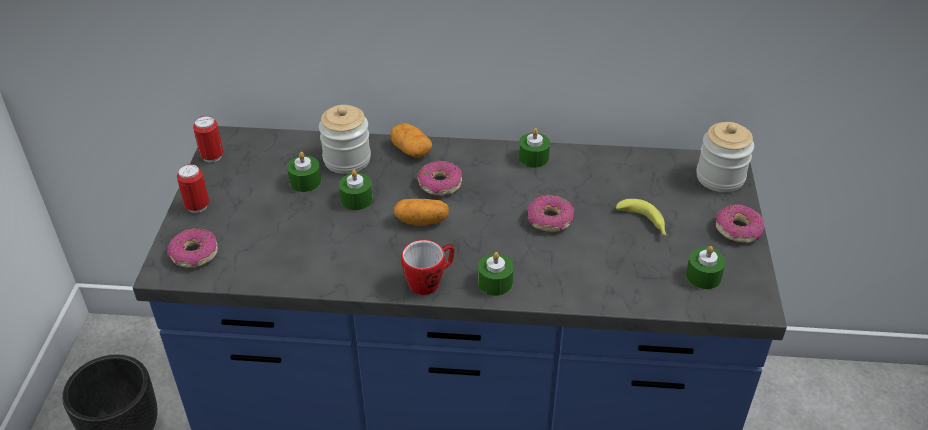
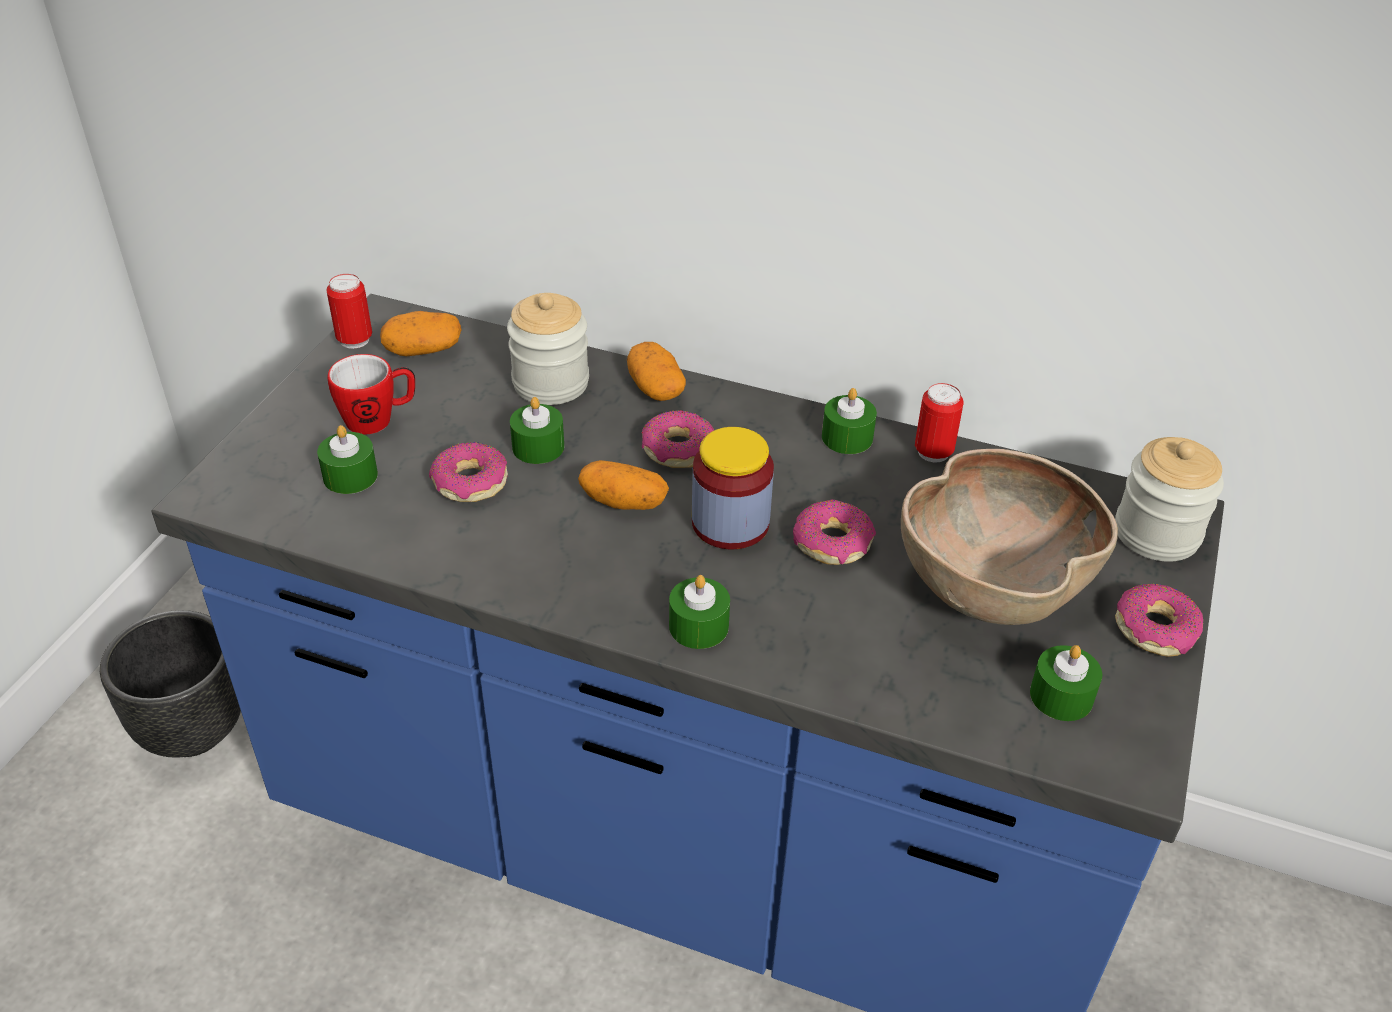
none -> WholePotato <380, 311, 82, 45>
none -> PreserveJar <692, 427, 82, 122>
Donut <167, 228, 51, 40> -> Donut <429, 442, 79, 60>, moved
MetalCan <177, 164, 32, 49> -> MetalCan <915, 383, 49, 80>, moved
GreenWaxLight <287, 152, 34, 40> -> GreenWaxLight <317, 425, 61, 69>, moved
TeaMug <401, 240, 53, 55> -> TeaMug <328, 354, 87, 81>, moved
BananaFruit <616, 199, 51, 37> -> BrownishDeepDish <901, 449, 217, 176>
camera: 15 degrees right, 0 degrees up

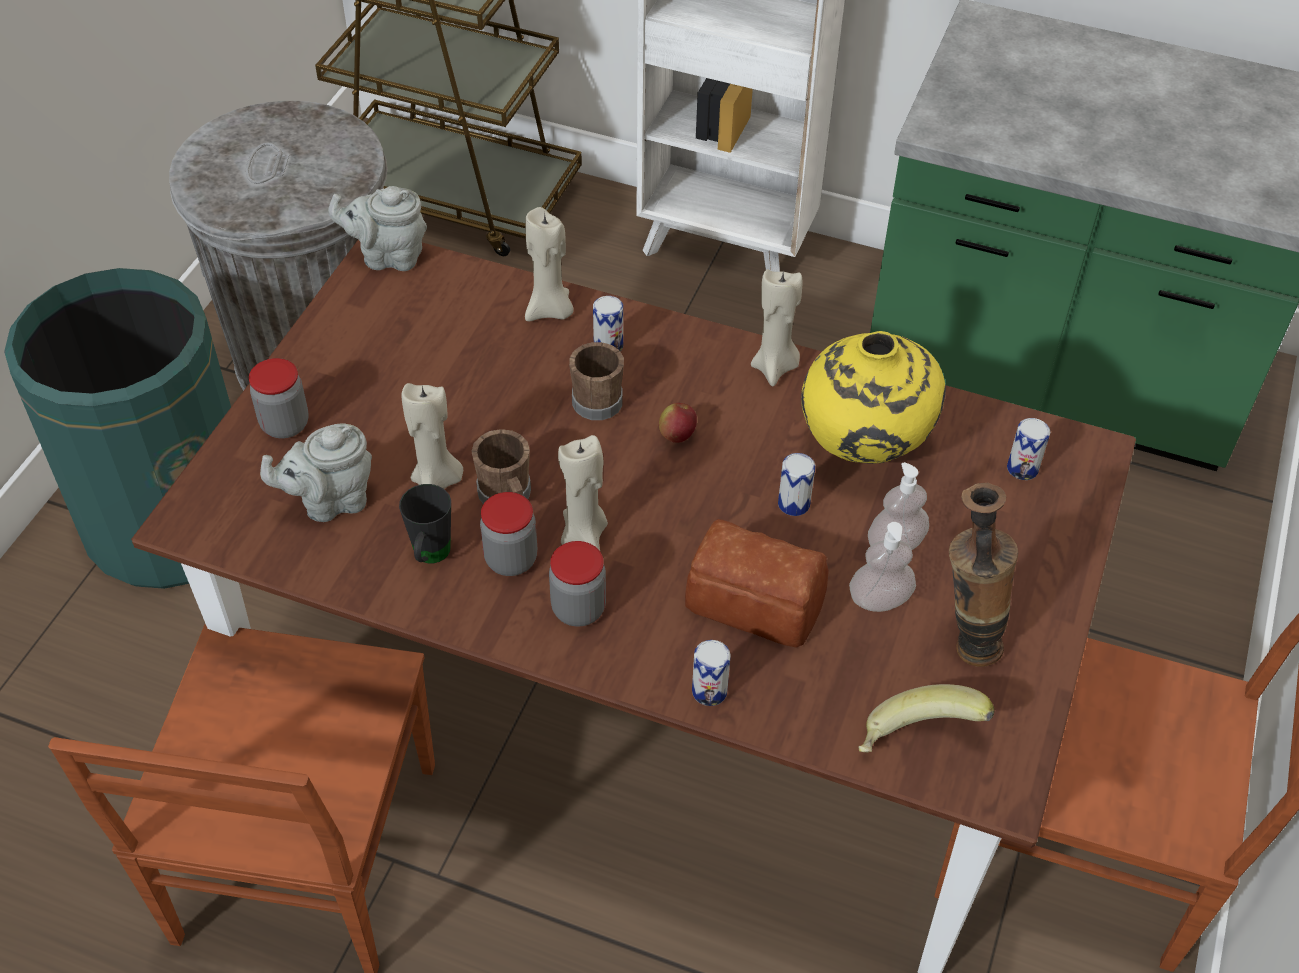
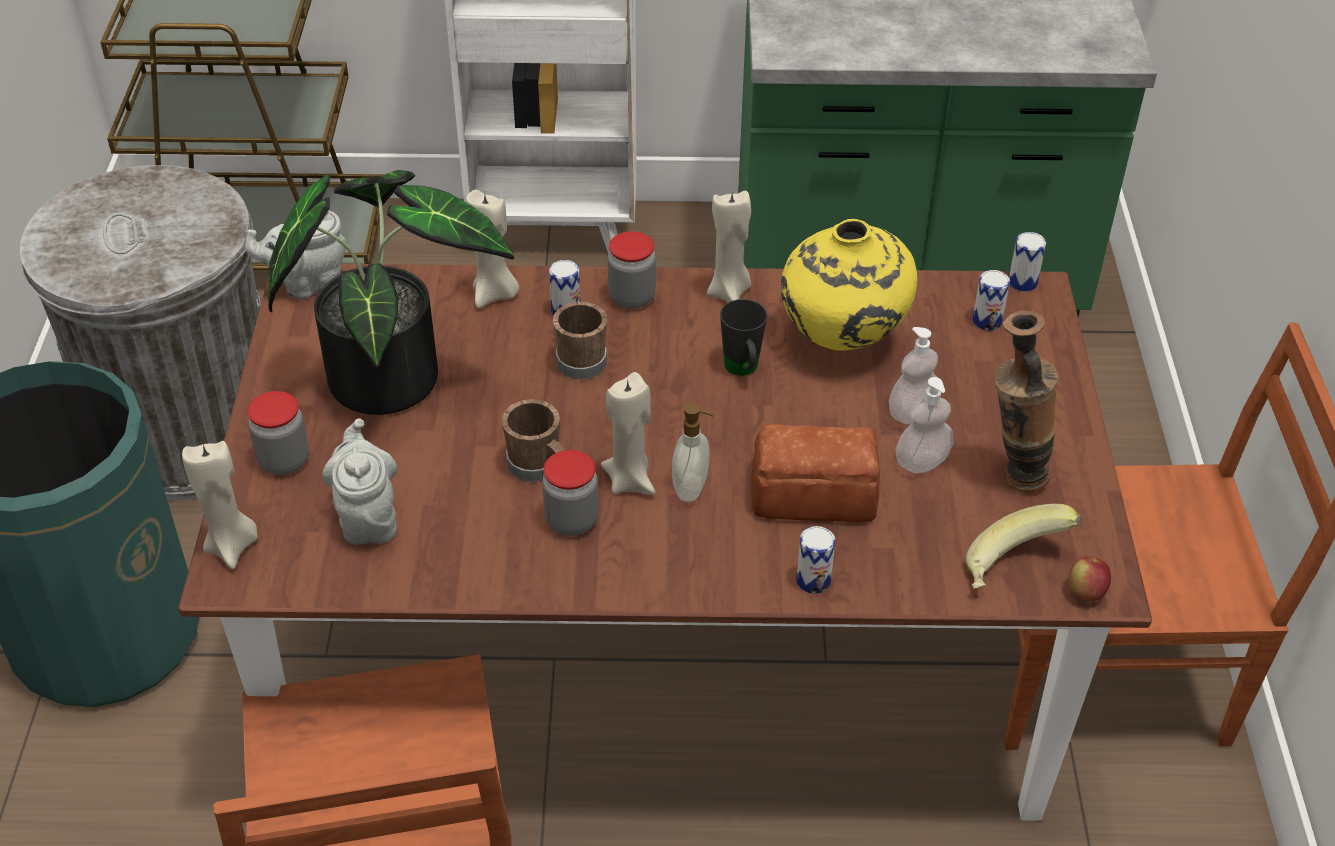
none -> PottedPlant <268, 170, 246, 245>
none -> SoapDispenser <672, 402, 42, 100>
BlackishTeaMug <399, 484, 52, 79> -> BlackishTeaMug <720, 299, 47, 77>, moved
SandColouredWaxLight <402, 383, 61, 106> -> SandColouredWaxLight <182, 441, 76, 128>, moved
PreserveJar <549, 541, 57, 85> -> PreserveJar <608, 231, 48, 78>, moved
AppleFruit <659, 403, 38, 40> -> AppleFruit <1069, 556, 42, 46>, moved
MetalCan <778, 453, 37, 63> -> MetalCan <1009, 232, 37, 60>, moved
GreyTeapot <260, 423, 112, 99> -> GreyTeapot <322, 419, 75, 126>, 120 degrees clockwise
camera: 20 degrees left, 5 degrees down

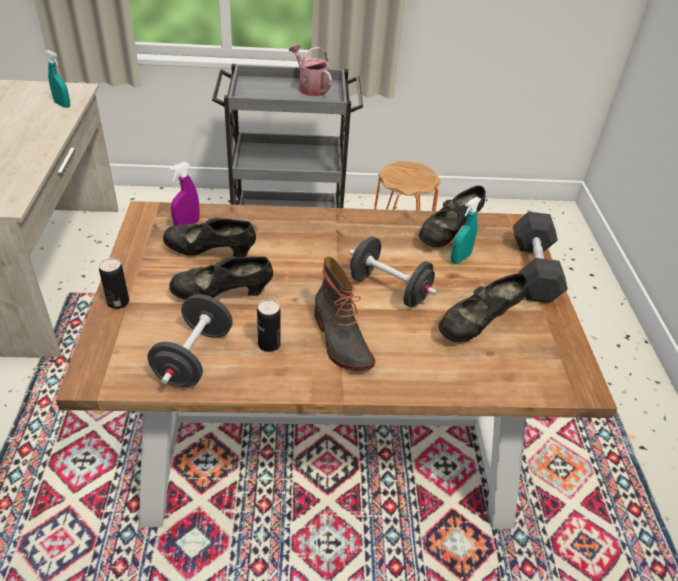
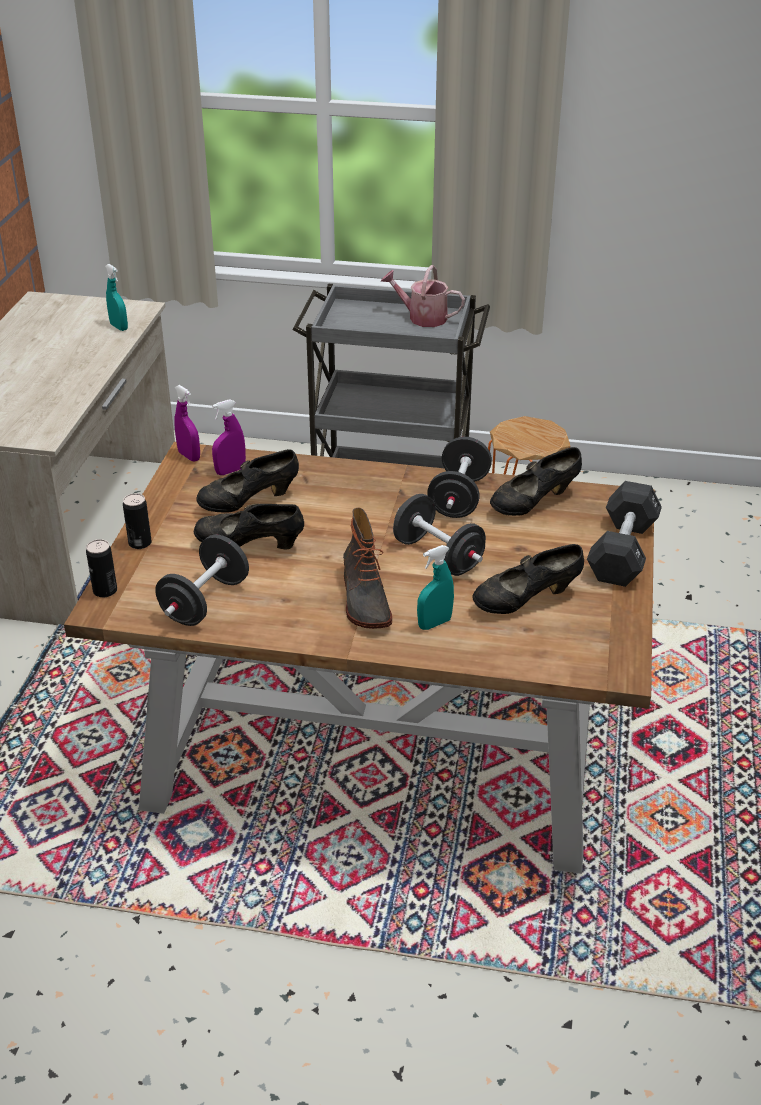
none -> PurpleColouredSprayBottle <175, 385, 25, 77>
none -> BlackishFreeWeight <427, 437, 65, 81>
MetalCan <257, 299, 24, 53> -> MetalCan <86, 539, 31, 58>, moved
TurquoiseColouredSprayBottle <451, 197, 30, 67> -> TurquoiseColouredSprayBottle <417, 545, 37, 85>, moved
BlackishShoe <163, 218, 93, 39> -> BlackishShoe <196, 449, 103, 64>, 45 degrees counterclockwise
WateringCan <289, 45, 43, 51> -> WateringCan <381, 265, 84, 62>, 45 degrees counterclockwise
camera: 15 degrees right, 5 degrees down

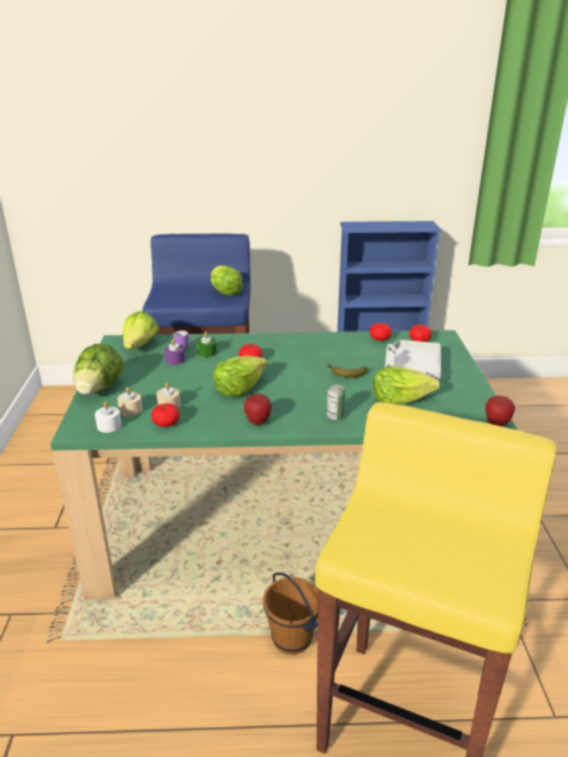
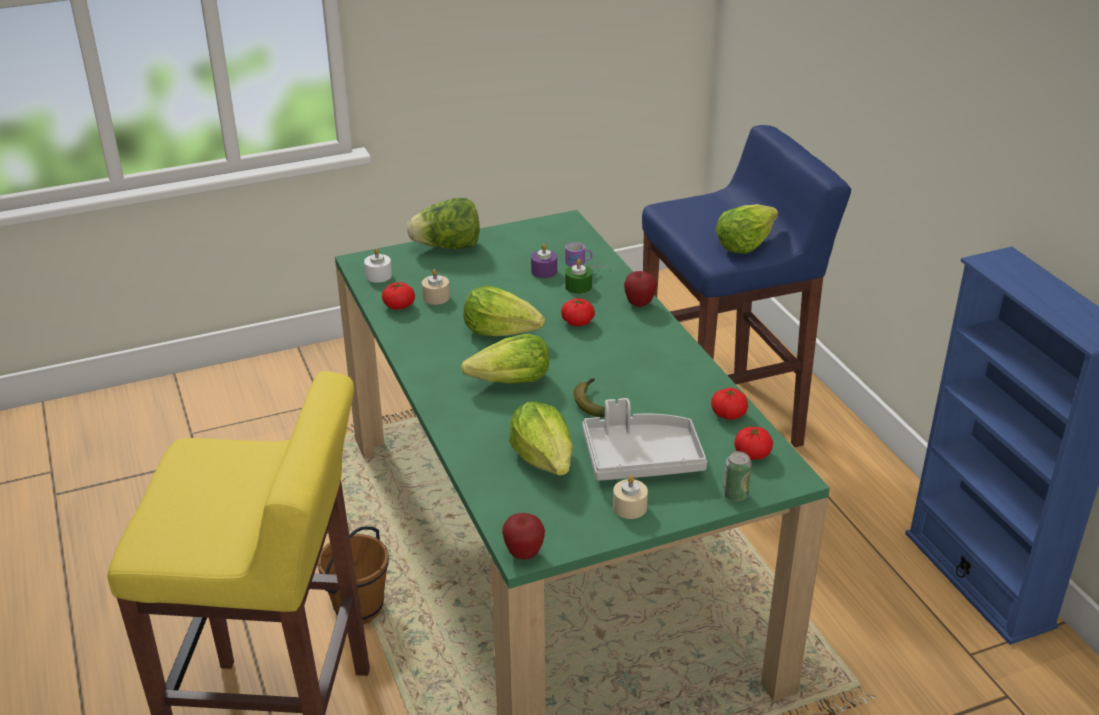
SandColouredWaxLight <117, 387, 25, 30> -> SandColouredWaxLight <613, 475, 35, 44>, moved
HeadOfLettuce <123, 311, 36, 38> -> HeadOfLettuce <461, 334, 88, 50>, moved
AppleFruit <244, 394, 28, 31> -> AppleFruit <624, 271, 33, 36>, moved
MetalCan <327, 385, 18, 35> -> MetalCan <723, 451, 29, 50>, moved
camera: 70 degrees right, 5 degrees up

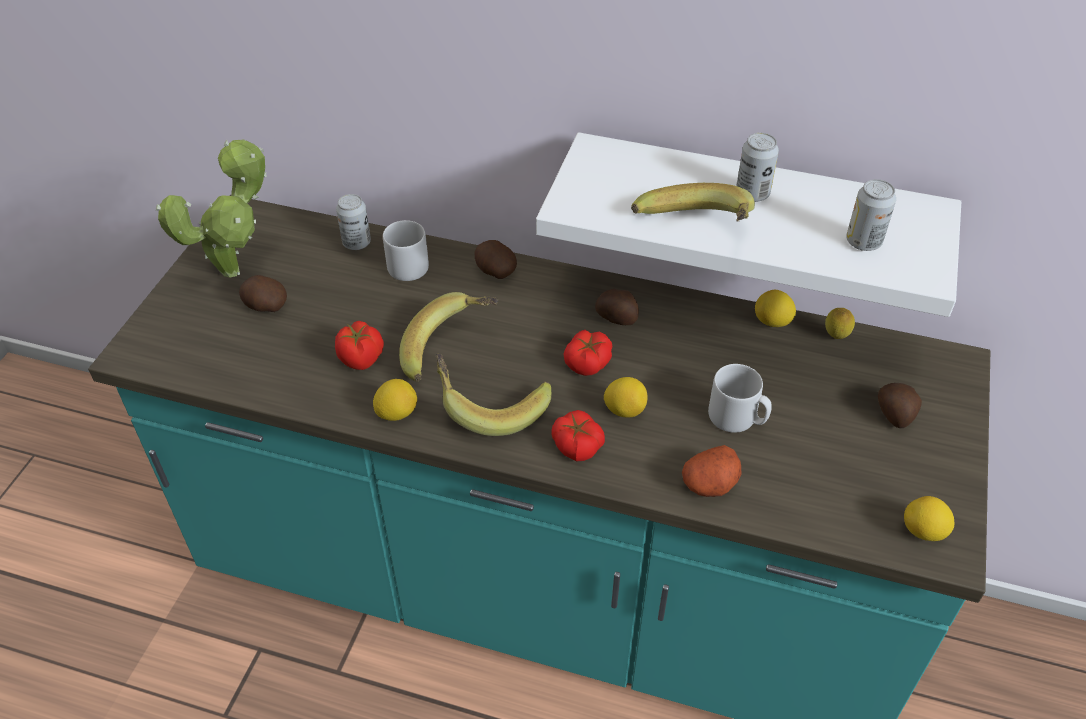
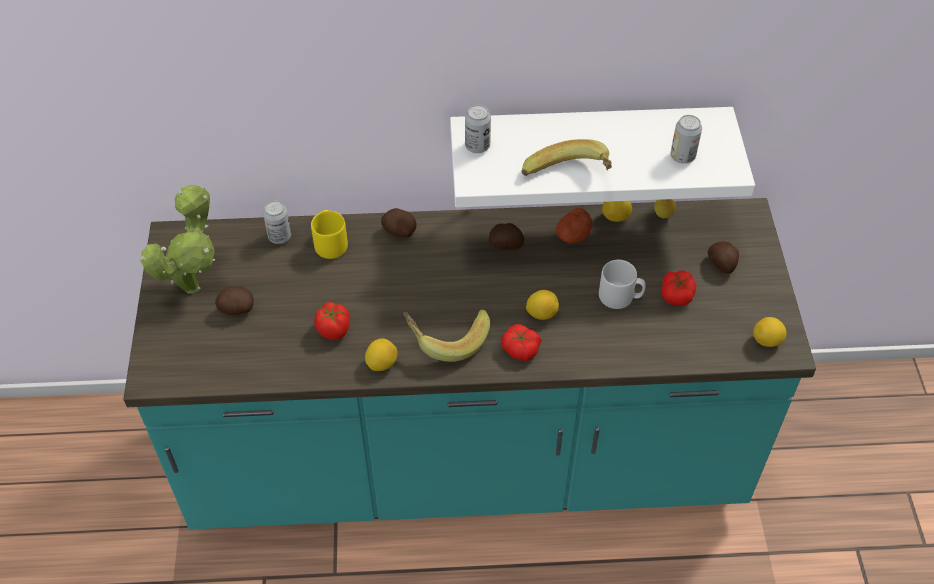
BananaFruit <399, 292, 100, 89> -> none
WholeTomato <563, 330, 50, 46> -> WholeTomato <662, 270, 34, 36>, moved
WholePotato <682, 445, 60, 52> -> WholePotato <556, 208, 37, 35>, moved
MetalCan <736, 133, 43, 69> -> MetalCan <465, 105, 26, 48>, moved
GreyTeaMug <383, 220, 46, 61> -> YellowishTeaMug <311, 210, 37, 49>
camera: 20 degrees left, 5 degrees up

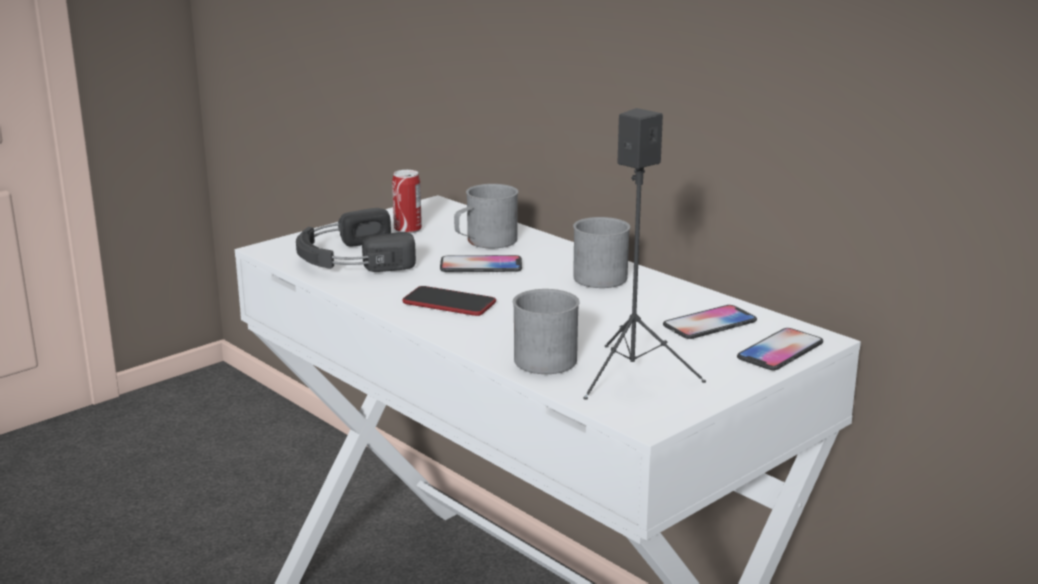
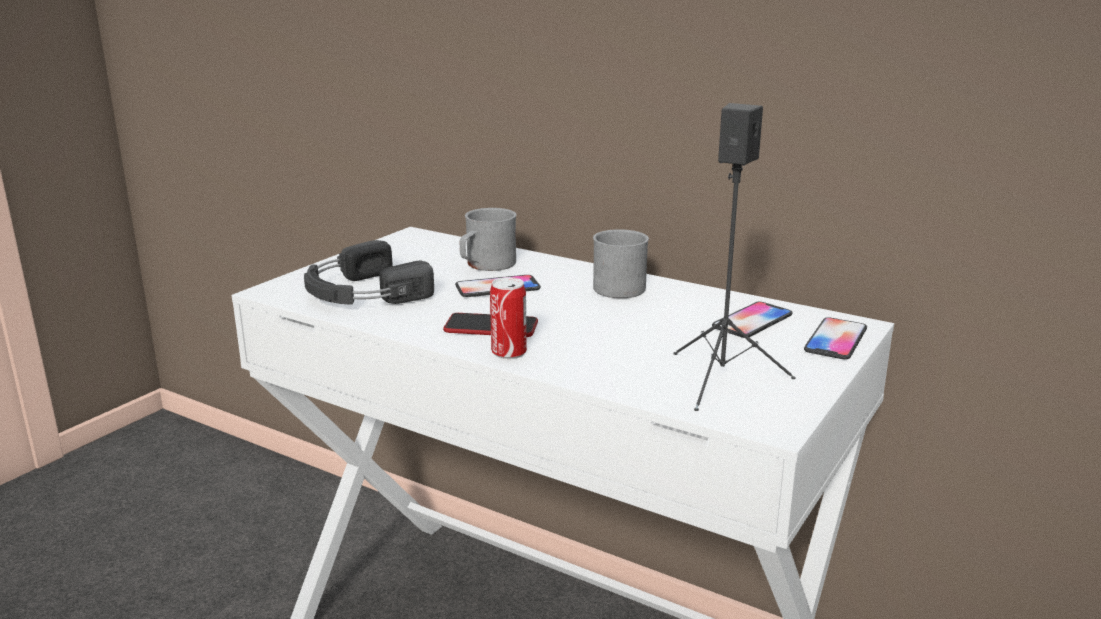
GreyTeaMug <513, 289, 67, 85> -> none
MetalCan <392, 170, 30, 64> -> MetalCan <490, 277, 37, 82>, moved
camera: 15 degrees left, 0 degrees up

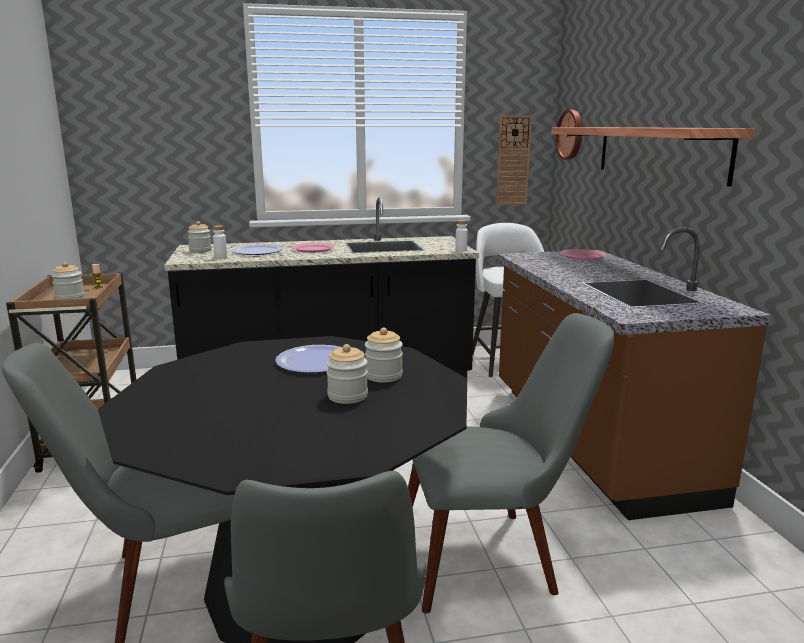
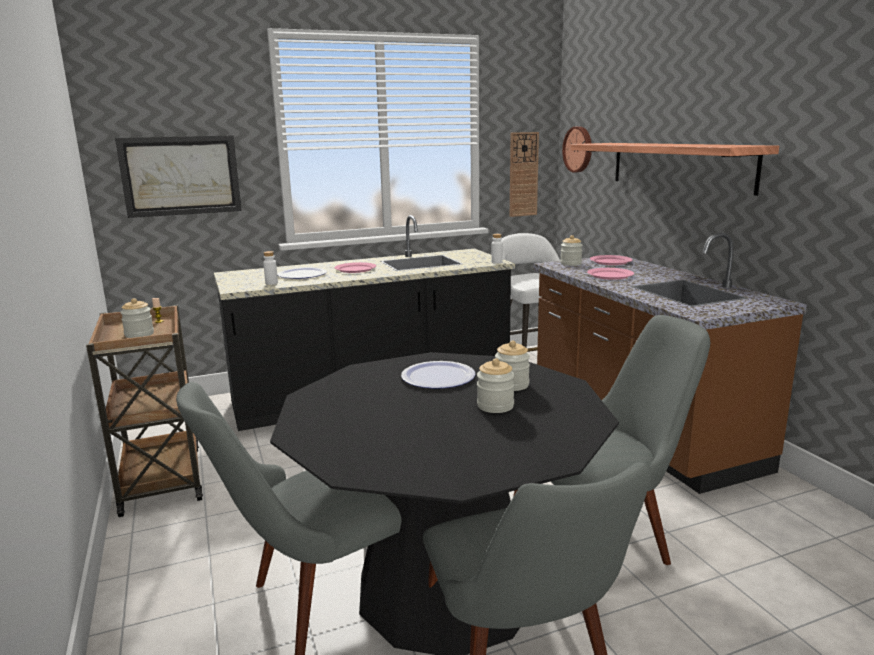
none -> WallPicture <115, 135, 127, 83>
none -> PinkishFlatDish <587, 268, 47, 12>
PreserveJar <187, 221, 25, 32> -> PreserveJar <560, 235, 23, 31>, moved
camera: 10 degrees left, 0 degrees up

